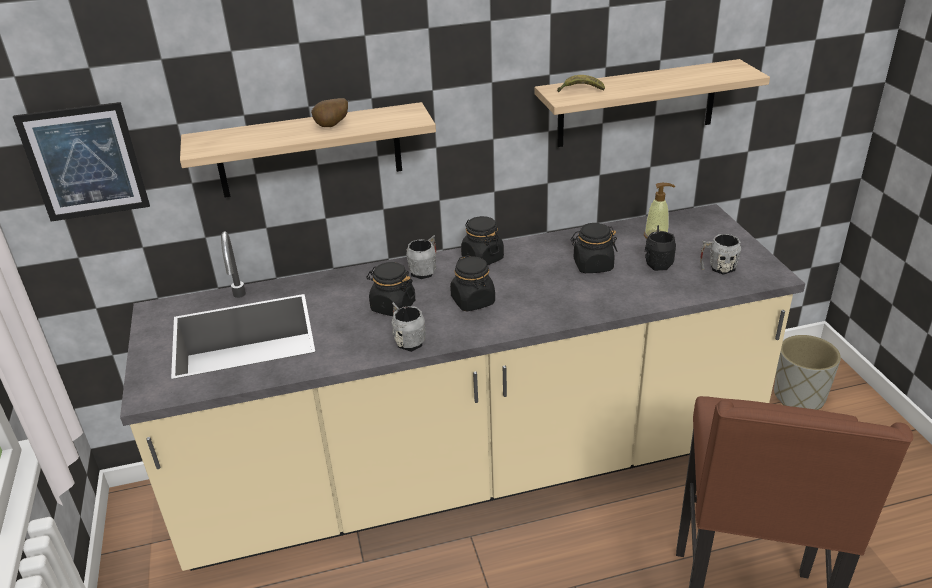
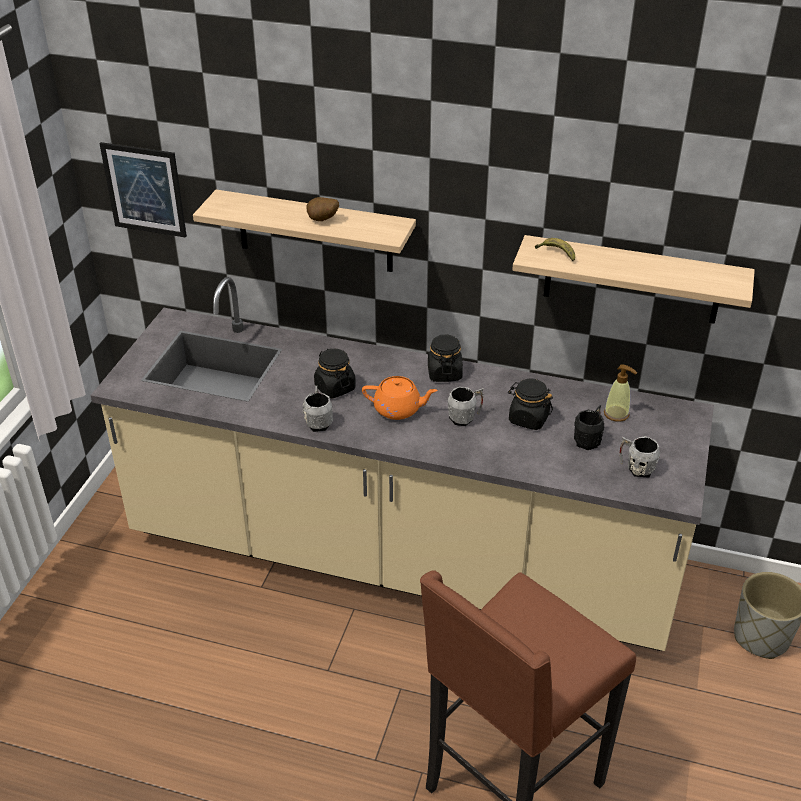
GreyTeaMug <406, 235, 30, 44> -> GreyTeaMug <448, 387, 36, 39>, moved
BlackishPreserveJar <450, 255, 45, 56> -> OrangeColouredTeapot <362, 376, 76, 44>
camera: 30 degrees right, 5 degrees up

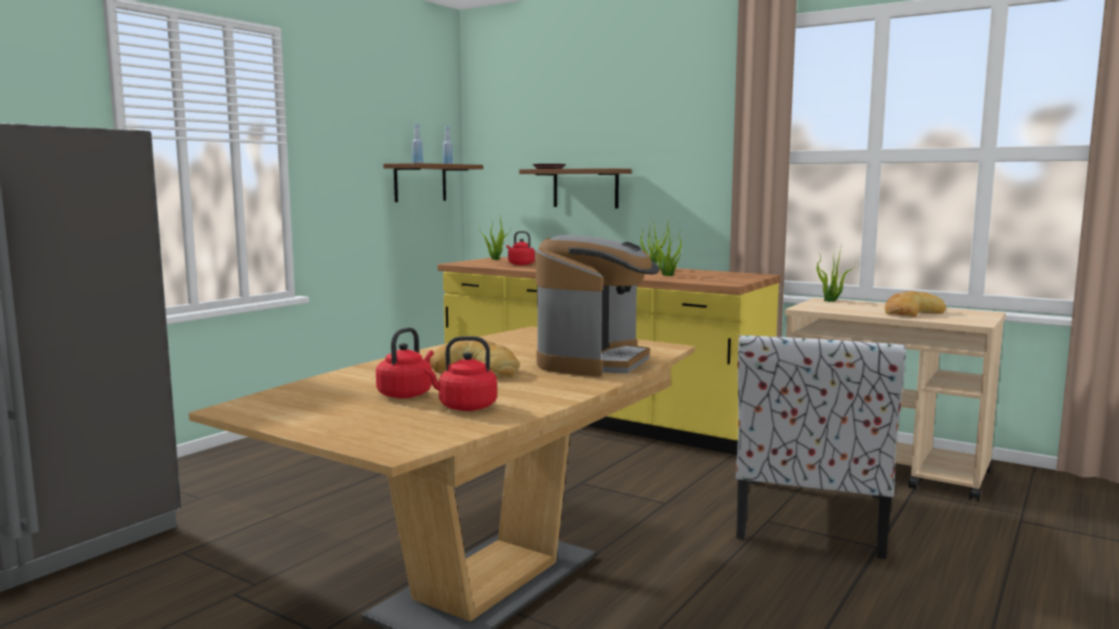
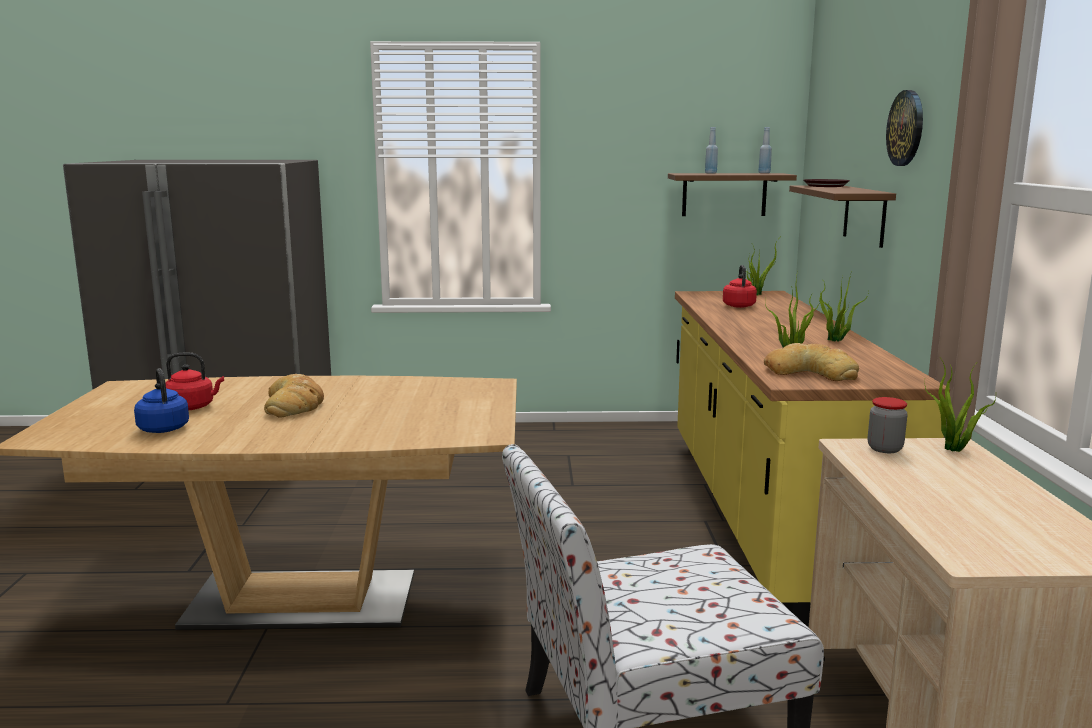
CoffeeBrewer <536, 235, 124, 141> -> none
none -> PreserveJar <868, 397, 40, 56>
none -> HangingClock <886, 90, 37, 76>
Bread <885, 291, 61, 26> -> Bread <764, 343, 95, 38>, moved
ReddishTeaKettle <424, 336, 73, 75> -> BlueColouredTeaKettle <134, 368, 55, 65>
camera: 55 degrees right, 5 degrees up

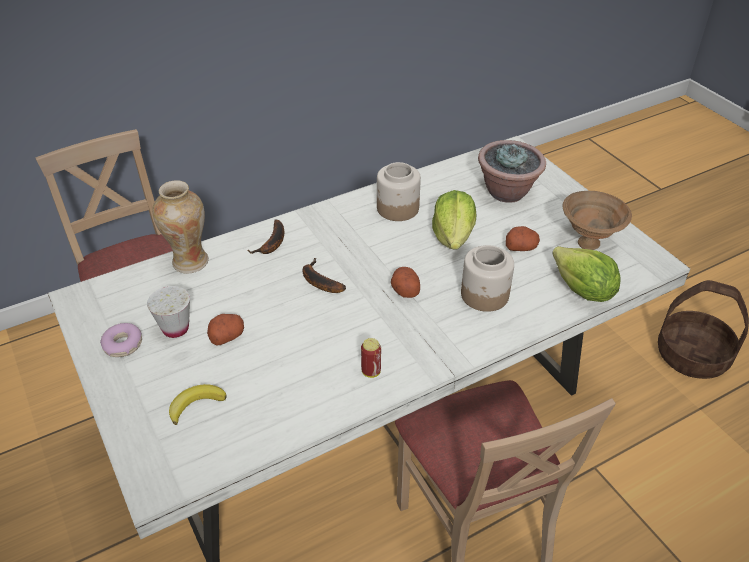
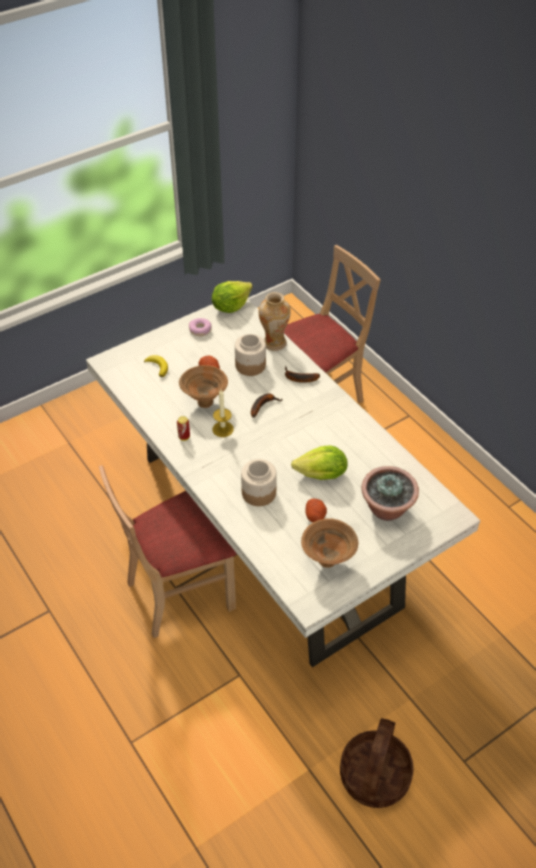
WhiteSmallCup <147, 286, 43, 52> -> none
WholePotato <391, 267, 29, 31> -> none
none -> BrownishDeepDish <179, 365, 49, 43>
none -> WaxLight <213, 390, 21, 47>
PreserveJar <377, 162, 44, 59> -> PreserveJar <235, 334, 31, 42>, moved
HeadOfLettuce <552, 246, 69, 56> -> HeadOfLettuce <212, 281, 41, 32>, moved
camera: 85 degrees right, 5 degrees up

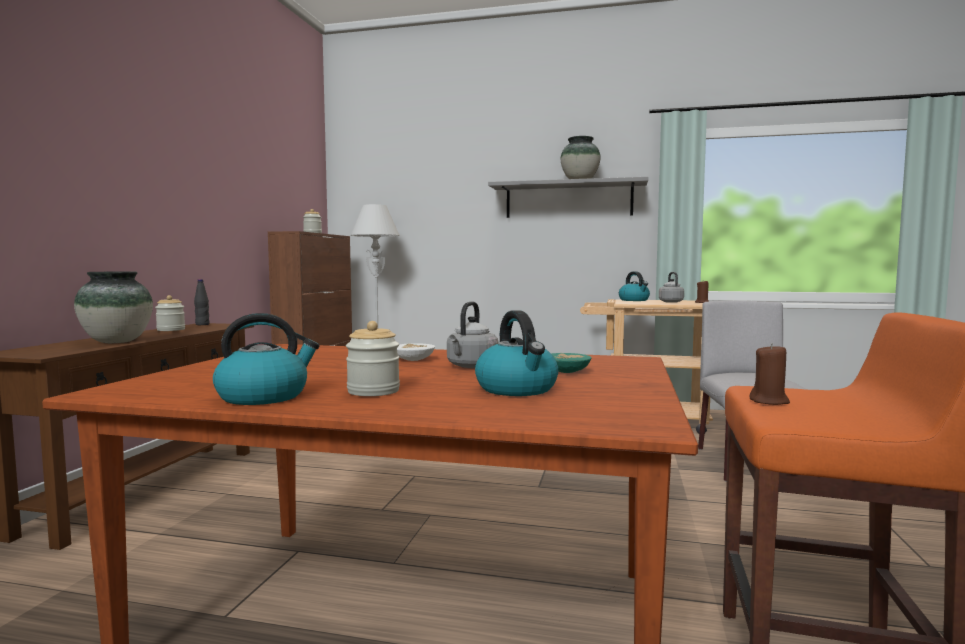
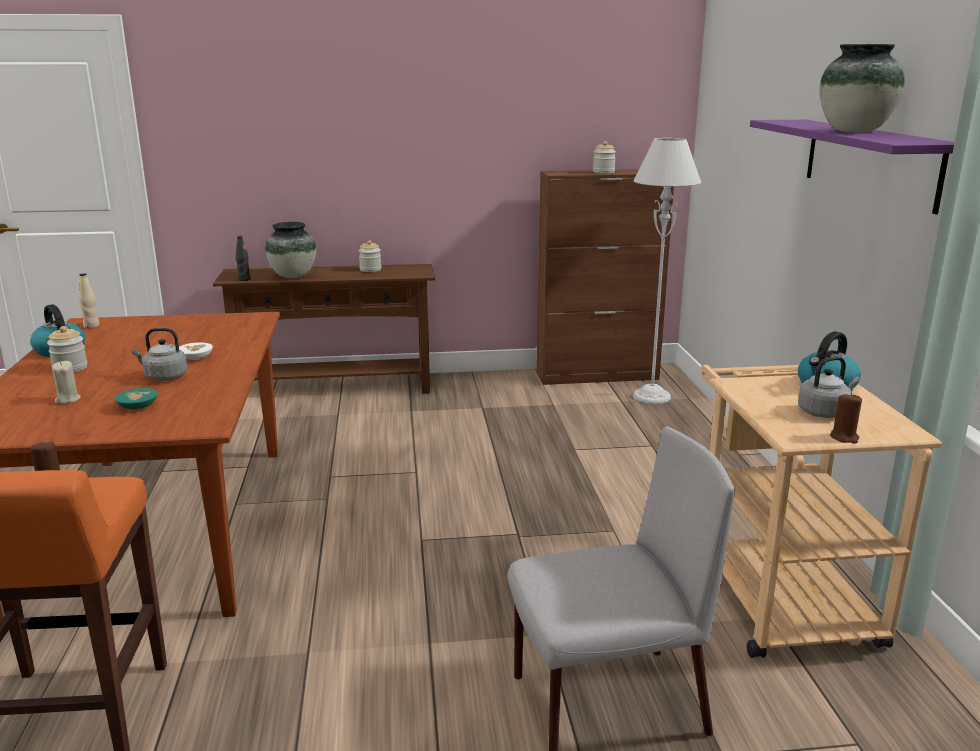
none -> SandColouredBottle <79, 273, 21, 55>
BlackishBottle <194, 279, 16, 46> -> BlackishBottle <236, 236, 15, 45>, moved
TeaKettle <475, 310, 83, 86> -> SandColouredWaxLight <52, 361, 29, 43>
GreyShelf <488, 177, 160, 41> -> PurpleColouredShelf <750, 120, 205, 94>
camera: 70 degrees right, 15 degrees up

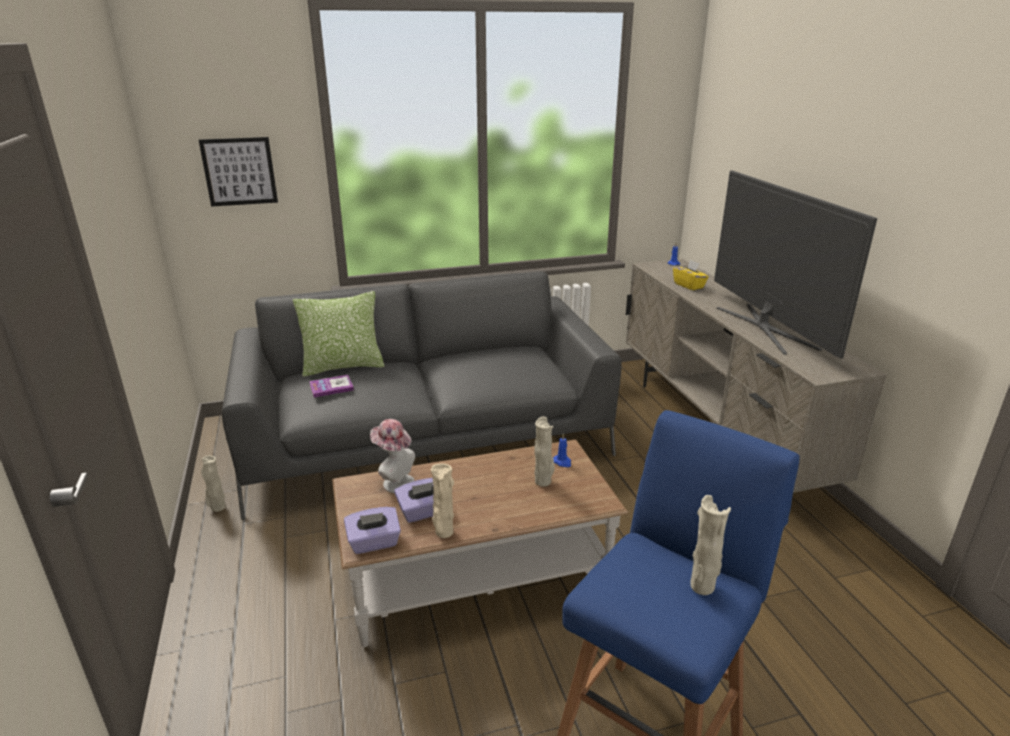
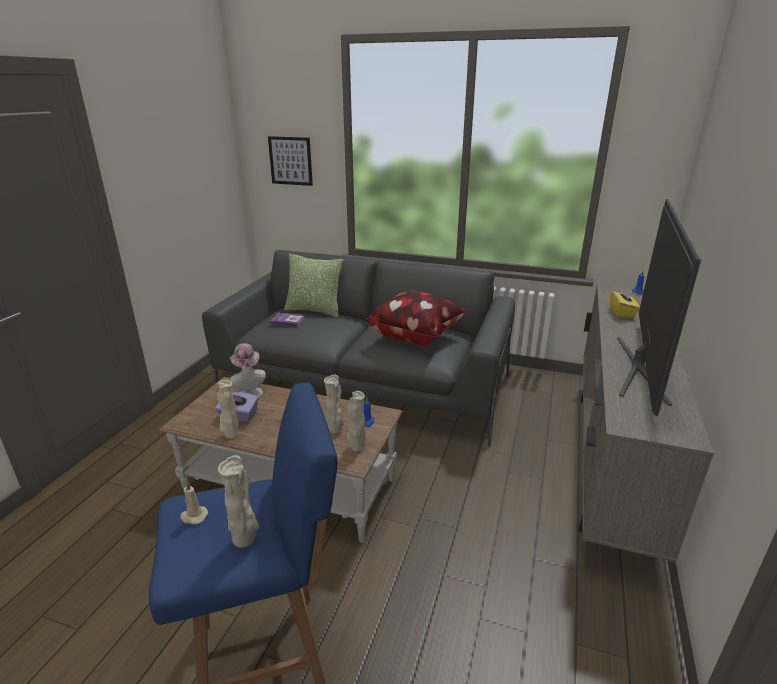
PurpleColouredBoxOfTissues <344, 507, 57, 47> -> none
none -> SandColouredWaxLight <180, 482, 28, 43>
none -> ThrowPillow <367, 291, 100, 54>
SandColouredFlowerVase <201, 455, 25, 57> -> SandColouredFlowerVase <347, 391, 19, 60>, moved
camera: 35 degrees right, 0 degrees up

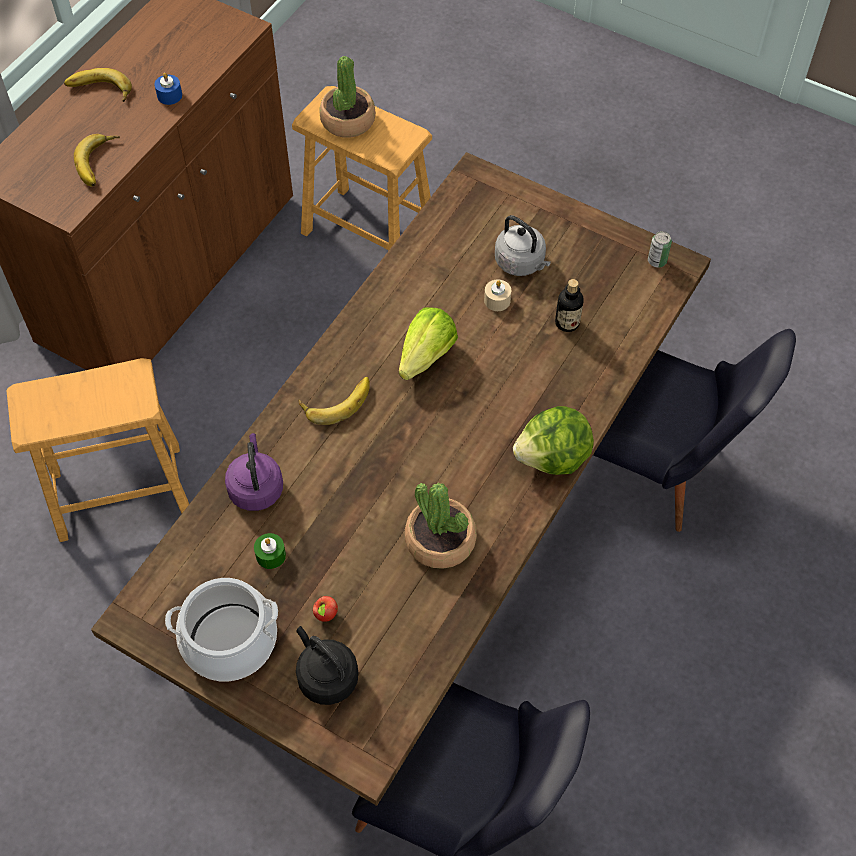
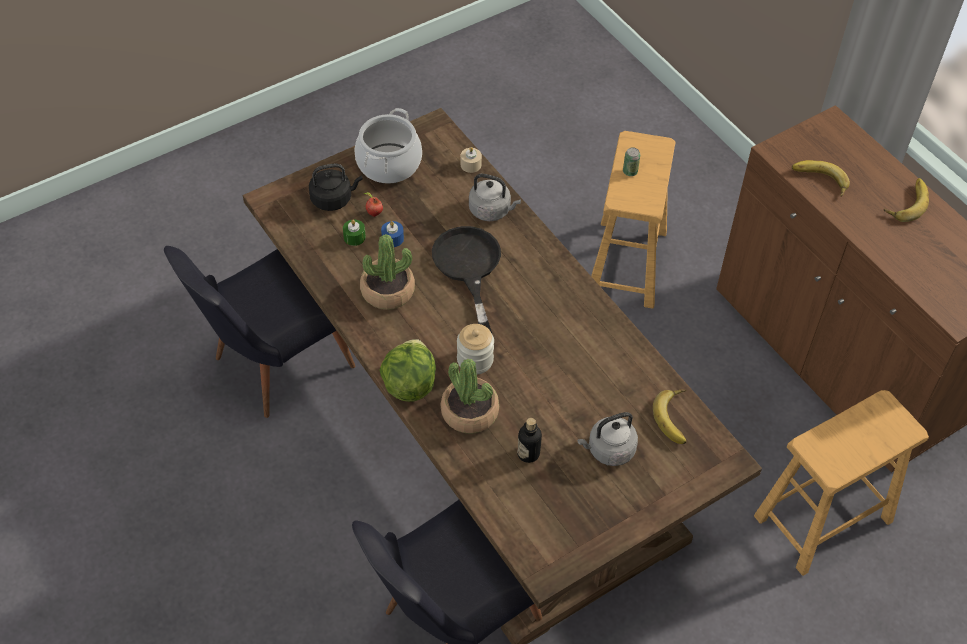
HeadOfLettuce <399, 307, 59, 73> -> none
none -> BlackishSkillet <432, 226, 69, 107>
none -> PreserveJar <457, 324, 37, 50>
BlueColouredWaxLight <154, 73, 28, 32> -> BlueColouredWaxLight <381, 221, 23, 26>, moved
GreenWaxLight <254, 533, 32, 36> -> GreenWaxLight <343, 220, 23, 26>, moved
BananaFruit <299, 377, 71, 48> -> BananaFruit <653, 389, 34, 55>, moved
PottedPlant <319, 56, 57, 82> -> PottedPlant <441, 359, 58, 75>, moved
SandColouredWaxLight <484, 279, 27, 32> -> SandColouredWaxLight <461, 147, 21, 26>, moved
MetalCan <648, 231, 24, 37> -> MetalCan <623, 147, 17, 29>, moved
PurpleColouredTeaKettle <225, 433, 58, 78> -> GreyTeaKettle <469, 174, 52, 47>
camera: 115 degrees right, 5 degrees down

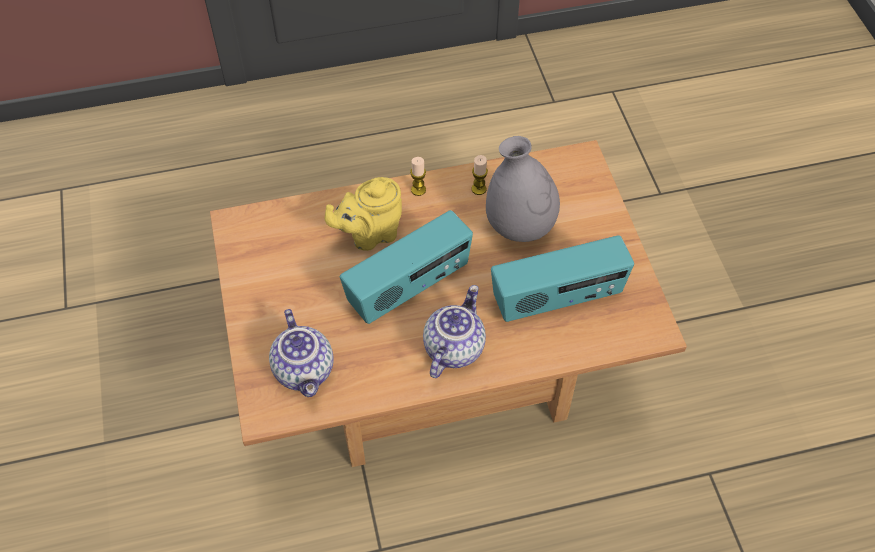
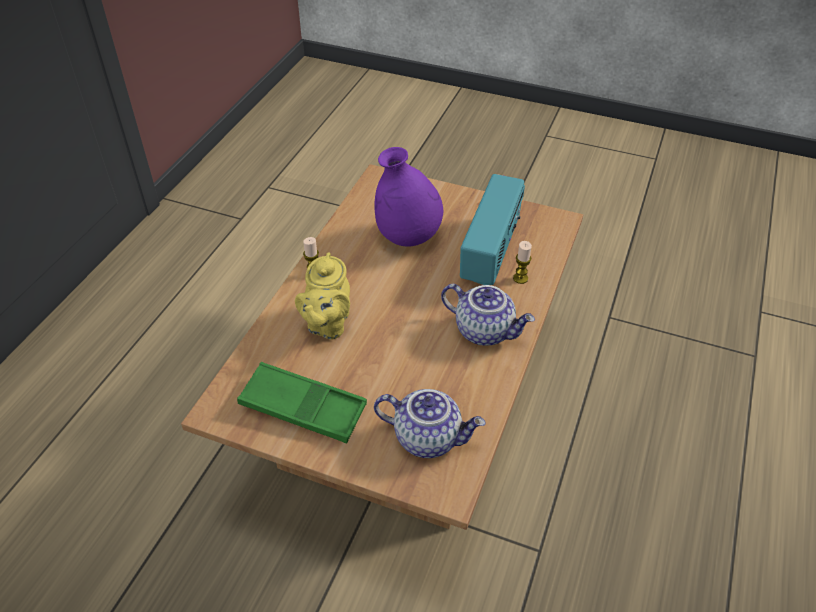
RadioSet <340, 210, 133, 114> -> none
none -> GreenServingTray <237, 362, 130, 82>
WaxLight <472, 155, 16, 40> -> WaxLight <513, 241, 19, 43>, moved
GreyFlowerVase <486, 136, 74, 106> -> PurpleColouredFlowerVase <374, 147, 69, 100>
Teapot <423, 285, 63, 93> -> Teapot <441, 284, 94, 62>, 150 degrees clockwise
camera: 55 degrees left, 10 degrees down

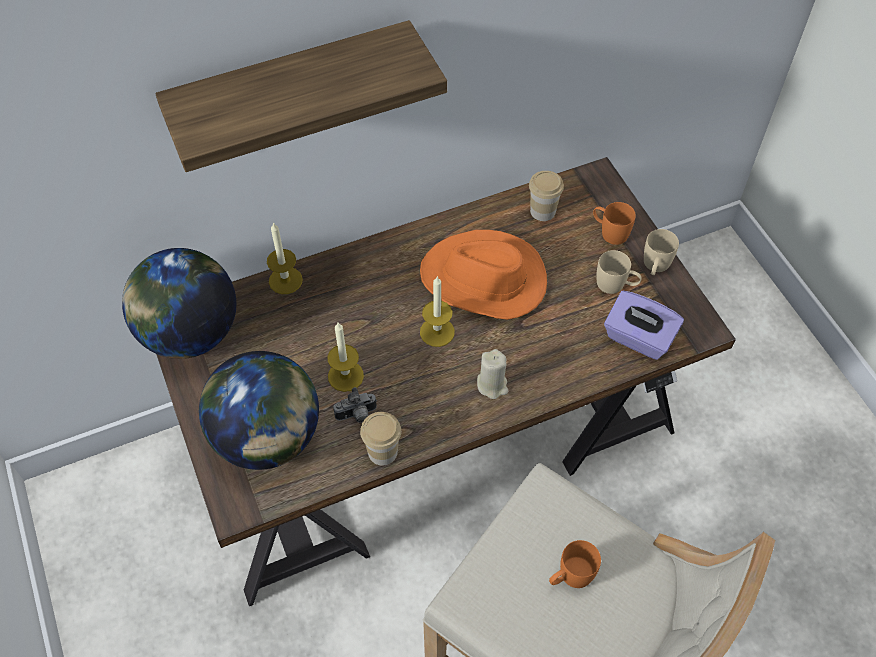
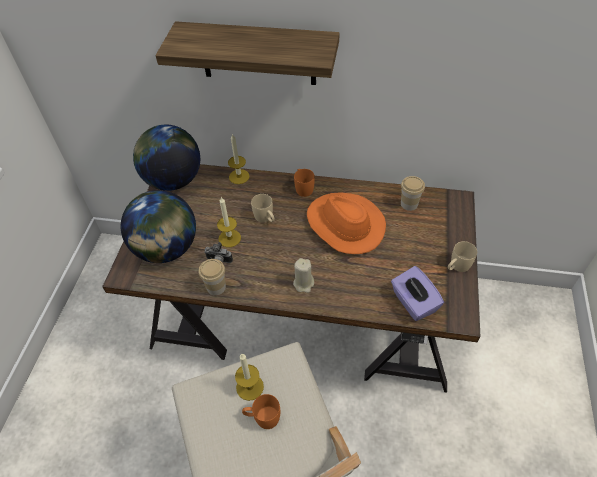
WaxLight <420, 277, 35, 70> -> WaxLight <235, 354, 29, 47>, moved
OrangeColouredTeaMug <593, 202, 43, 43> -> OrangeColouredTeaMug <294, 169, 21, 28>, moved
SandColouredTeaMug <597, 250, 45, 44> -> SandColouredTeaMug <251, 194, 24, 28>, moved
camera: 35 degrees right, 5 degrees down

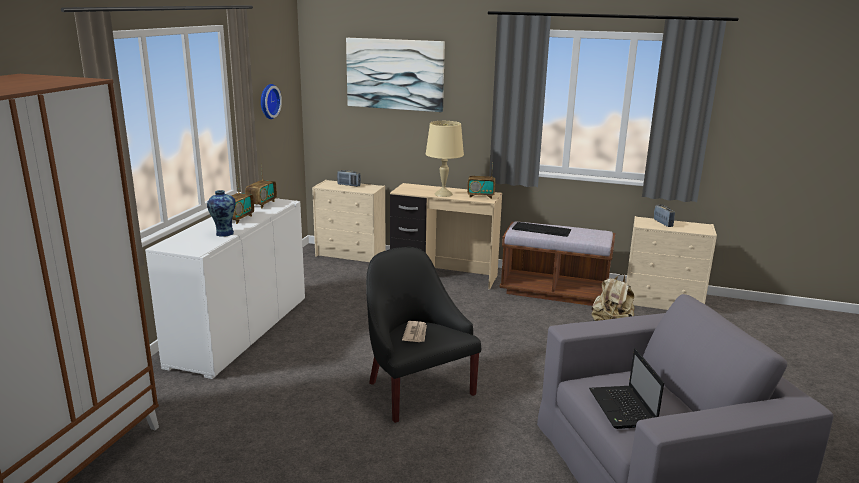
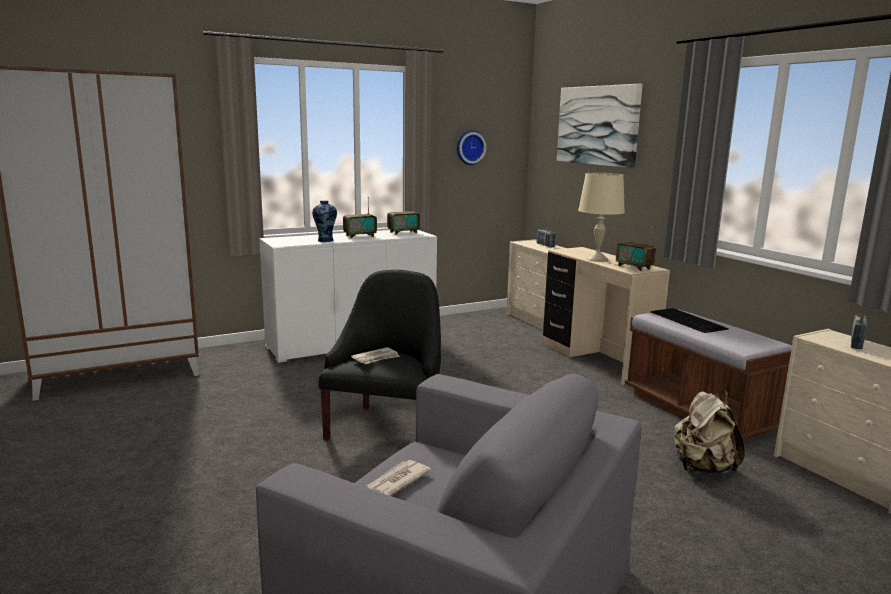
NotebookComputer <589, 348, 75, 81> -> Newspaper <365, 460, 66, 36>
camera: 45 degrees right, 5 degrees down

